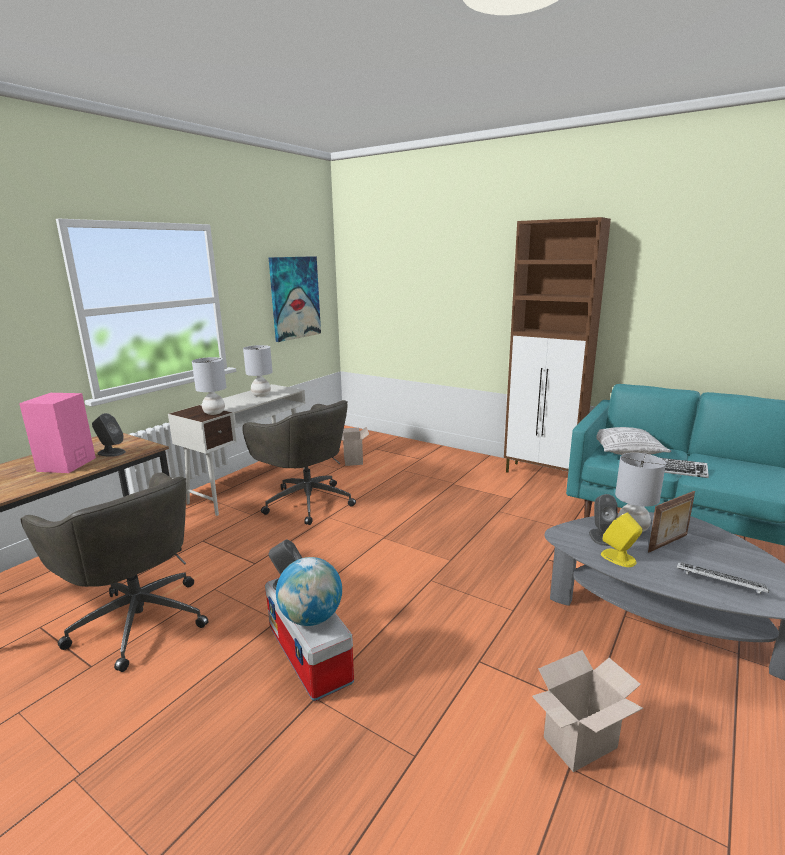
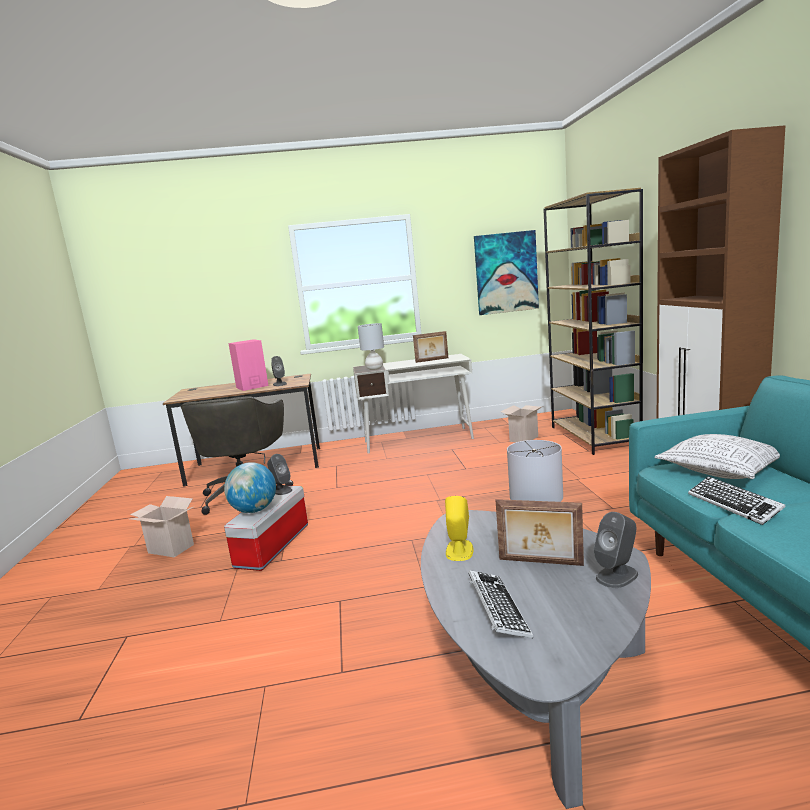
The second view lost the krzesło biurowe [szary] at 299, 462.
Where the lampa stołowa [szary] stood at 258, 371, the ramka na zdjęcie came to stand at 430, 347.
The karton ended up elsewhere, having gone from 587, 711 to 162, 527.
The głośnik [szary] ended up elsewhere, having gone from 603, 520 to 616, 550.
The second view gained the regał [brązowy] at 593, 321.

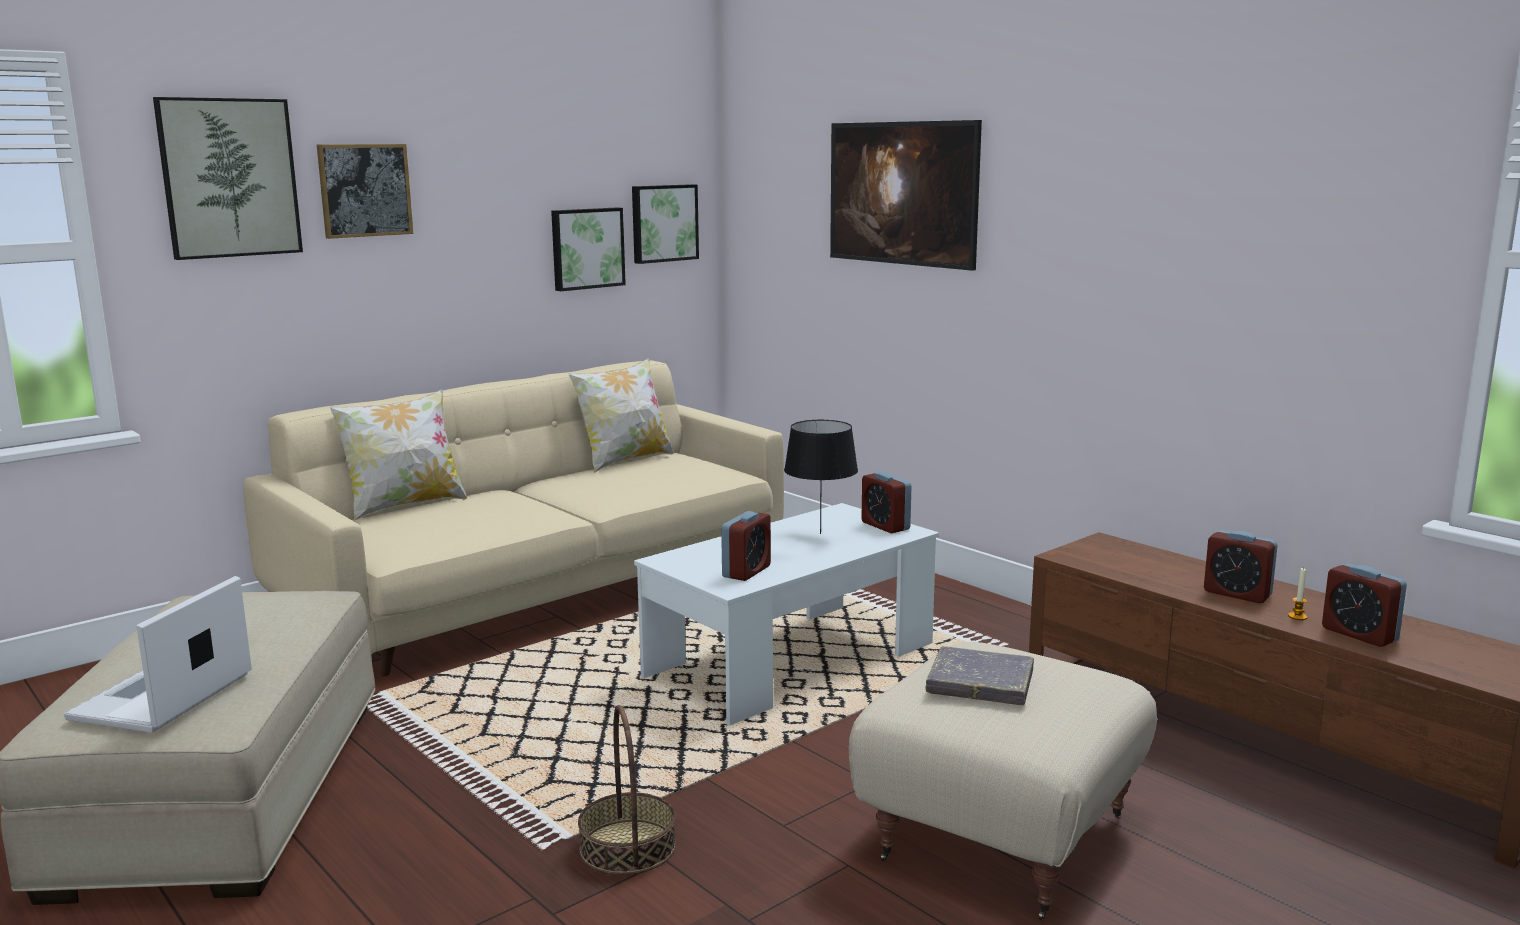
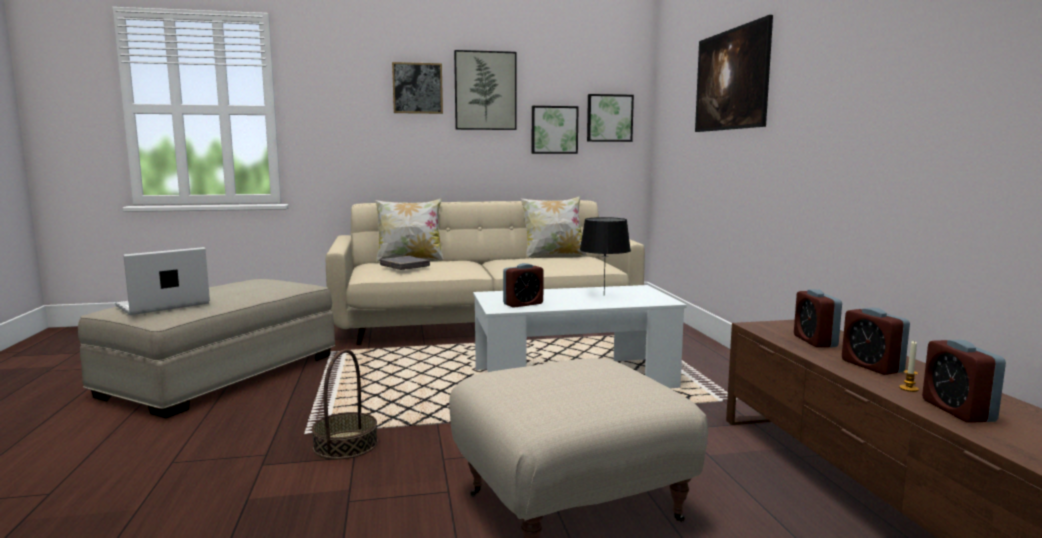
The obraz ended up elsewhere, having gone from 228, 178 to 485, 90.
The budzik ended up elsewhere, having gone from 886, 502 to 818, 318.
The książka [szary] ended up elsewhere, having gone from 980, 675 to 405, 263.

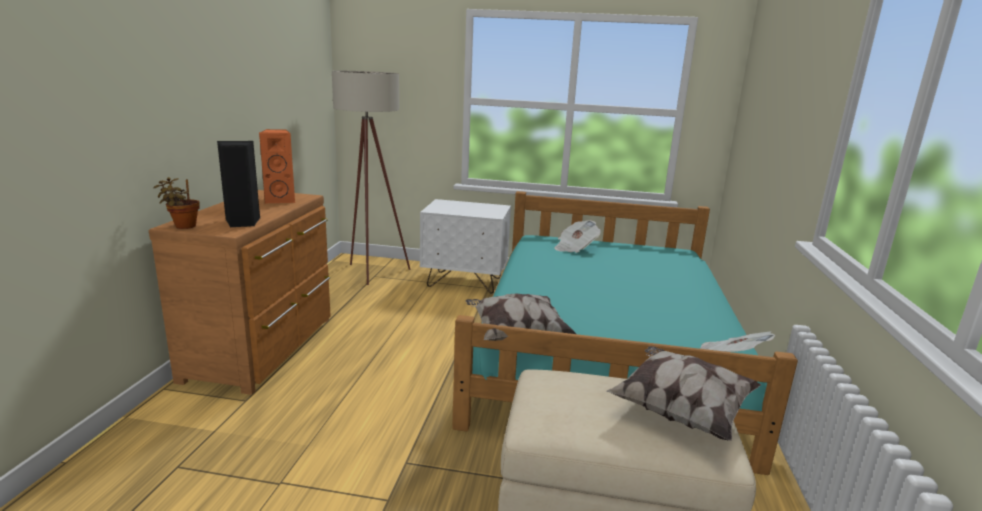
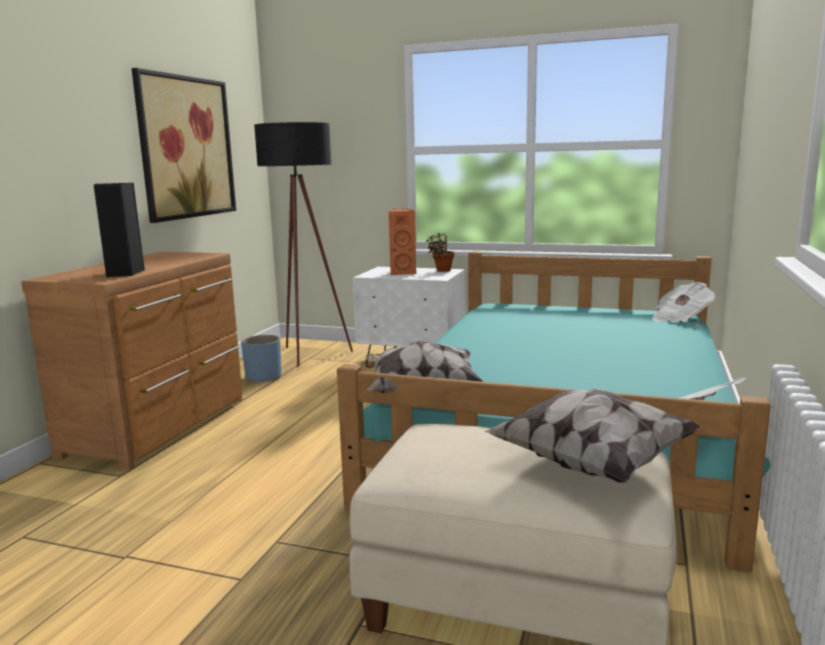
The roślina doniczkowa ended up elsewhere, having gone from 177, 203 to 440, 252.
The głośnik [pomarańczowy] ended up elsewhere, having gone from 277, 166 to 402, 242.
What was the lampa stojąca [beżowy] at 371, 177 turned into the lampa stojąca [czarny] at 303, 244.
The gazeta ended up elsewhere, having gone from 577, 236 to 683, 302.
The second view gained the obraz at 184, 145.
The second view gained the donica [niebieski] at 261, 359.

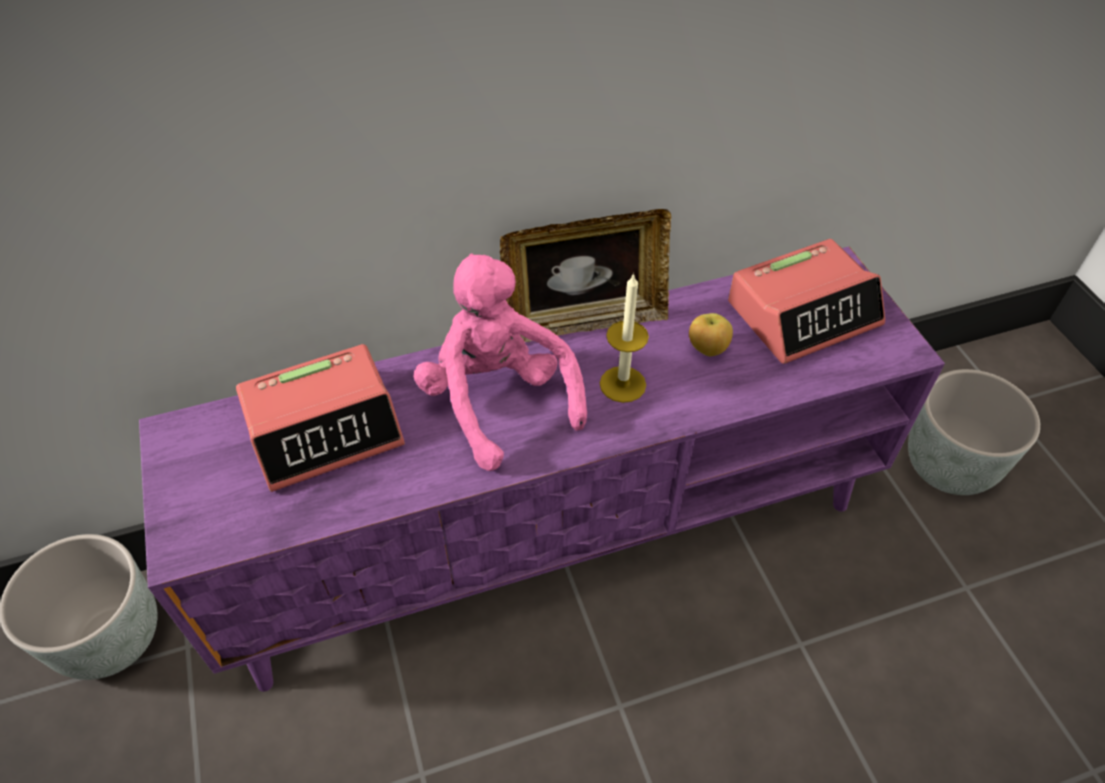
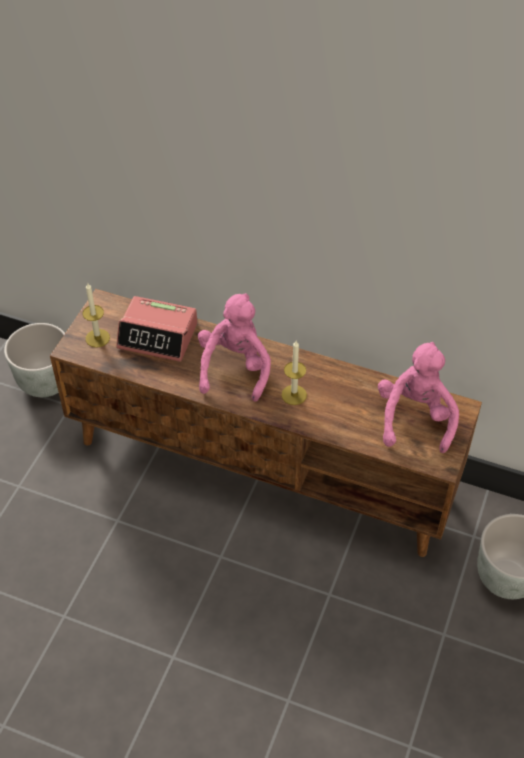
What was the szafka pod telewizor [fioletowy] at 542, 469 turned into the szafka pod telewizor [brązowy] at 266, 423.
The second view lost the ramka na zdjęcie at 585, 275.
The second view lost the jabłko at 711, 334.
Where the budzik stood at 806, 301, the pluszak [różowy] came to stand at 418, 397.
The second view gained the świeca at 96, 315.

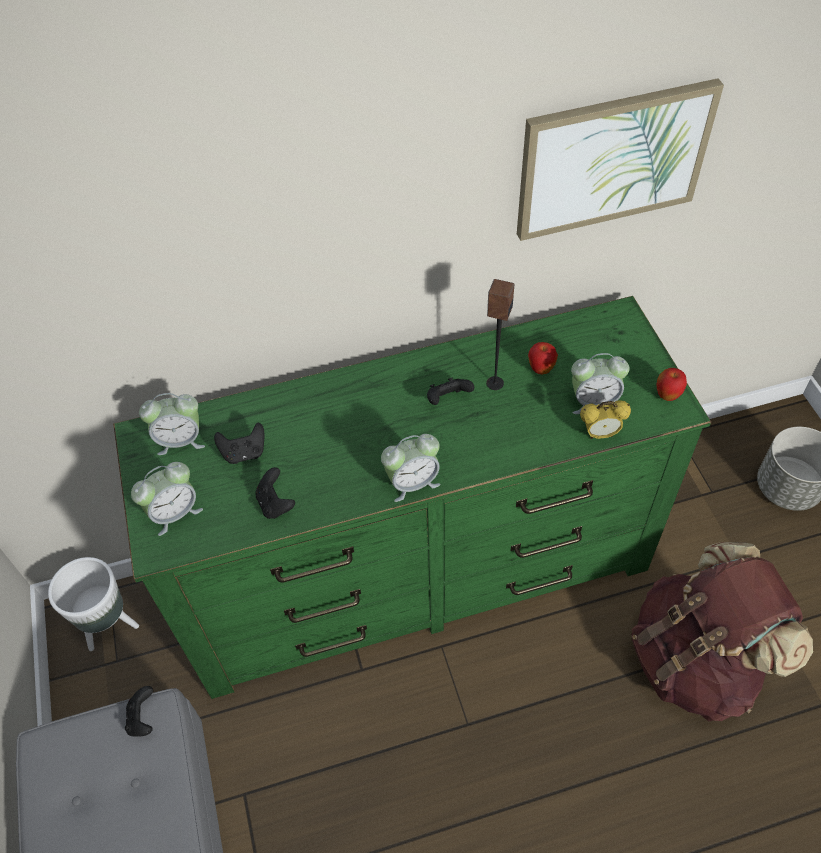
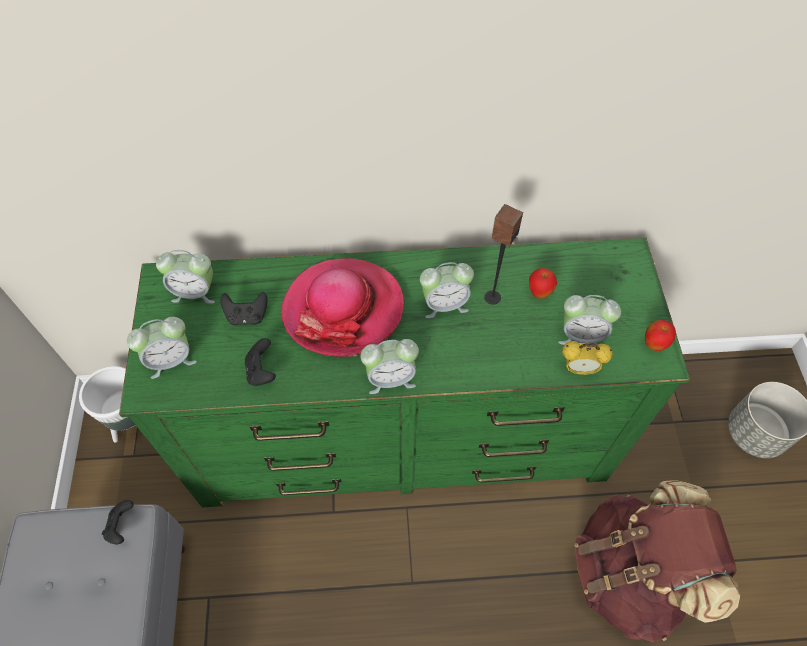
Where the pad do gier [czarny] stood at 450, 391, the budzik came to stand at 447, 290.
The second view lost the obraz at 620, 159.
The second view gained the kapelusz at 342, 307.

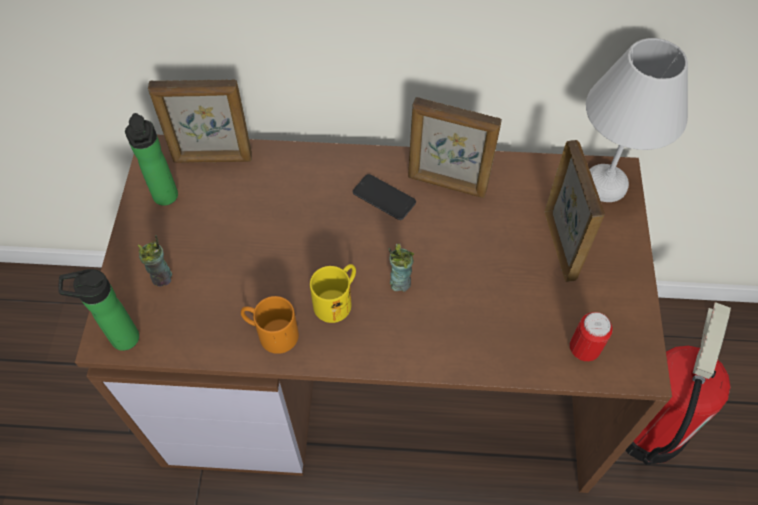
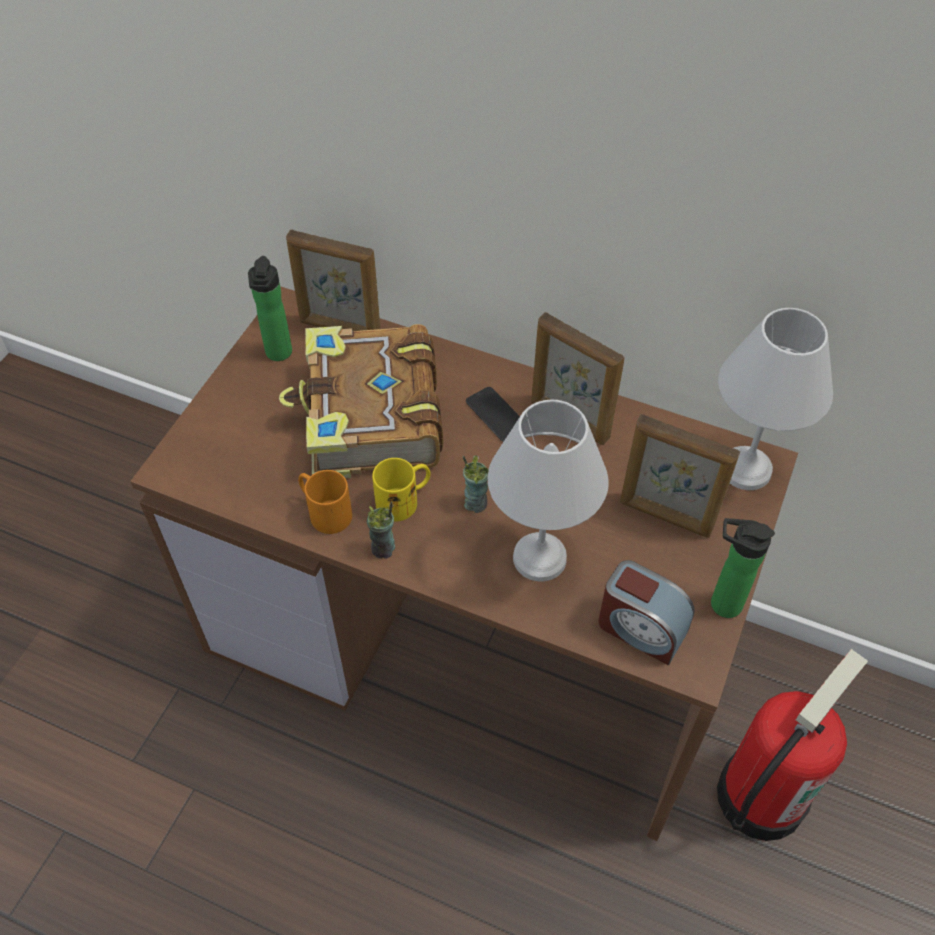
The butelka ended up elsewhere, having gone from 98, 310 to 743, 568.
The filiżanka ended up elsewhere, having gone from 155, 261 to 381, 530.
The ramka na zdjęcie at 574, 211 ended up facing another way, 105 degrees clockwise from before.
Where the puszka stood at 591, 336, the budzik came to stand at 646, 612.
The second view gained the książka at 361, 401.
The second view gained the lampa stołowa [biały] at 548, 490.

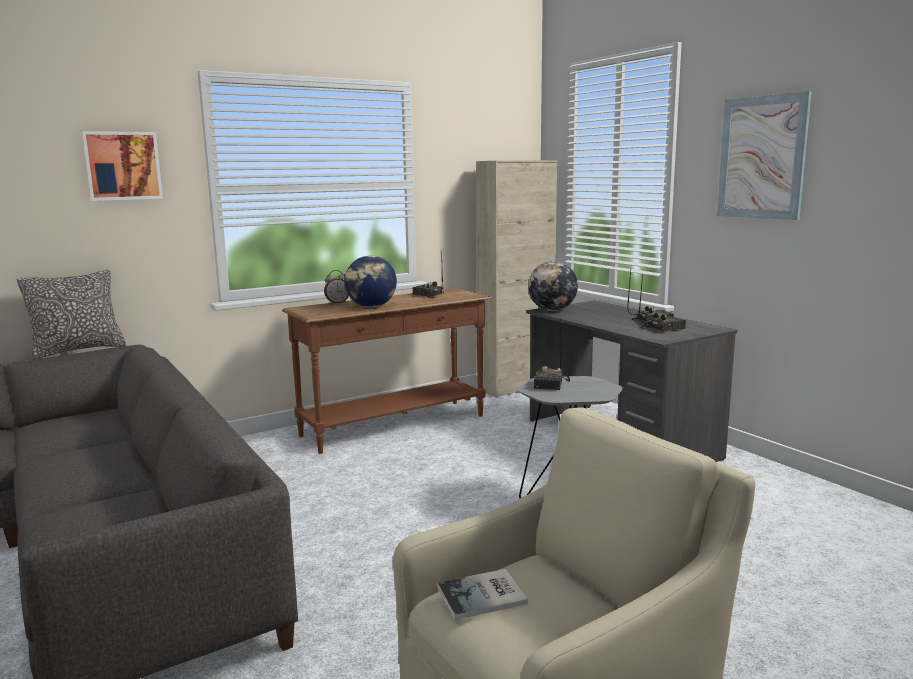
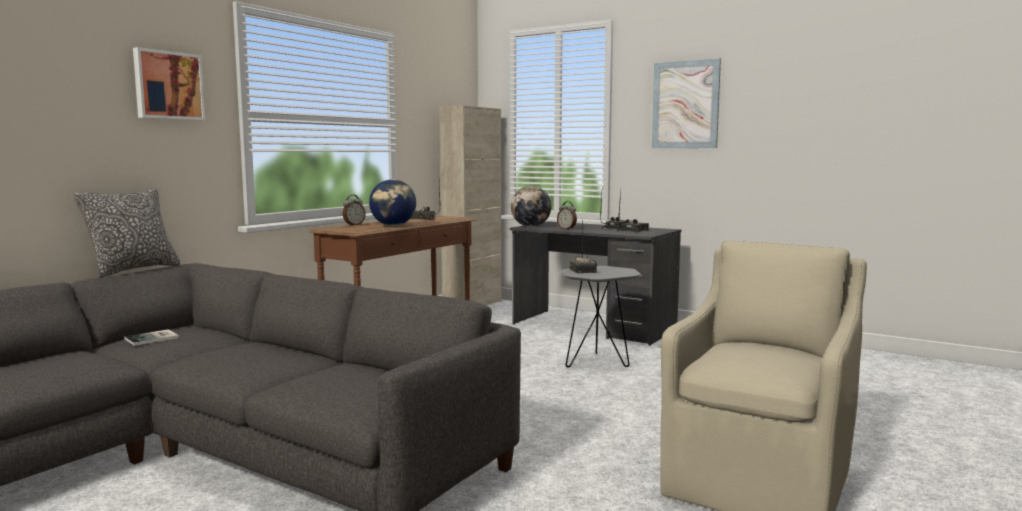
The książka ended up elsewhere, having gone from 482, 594 to 151, 337.
The second view gained the budzik at 567, 215.

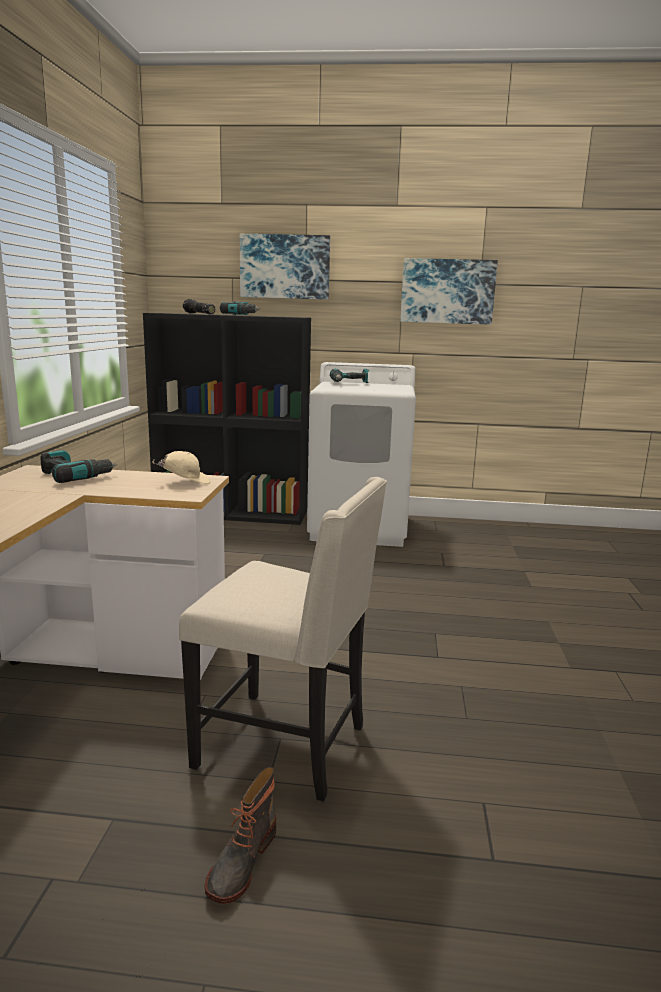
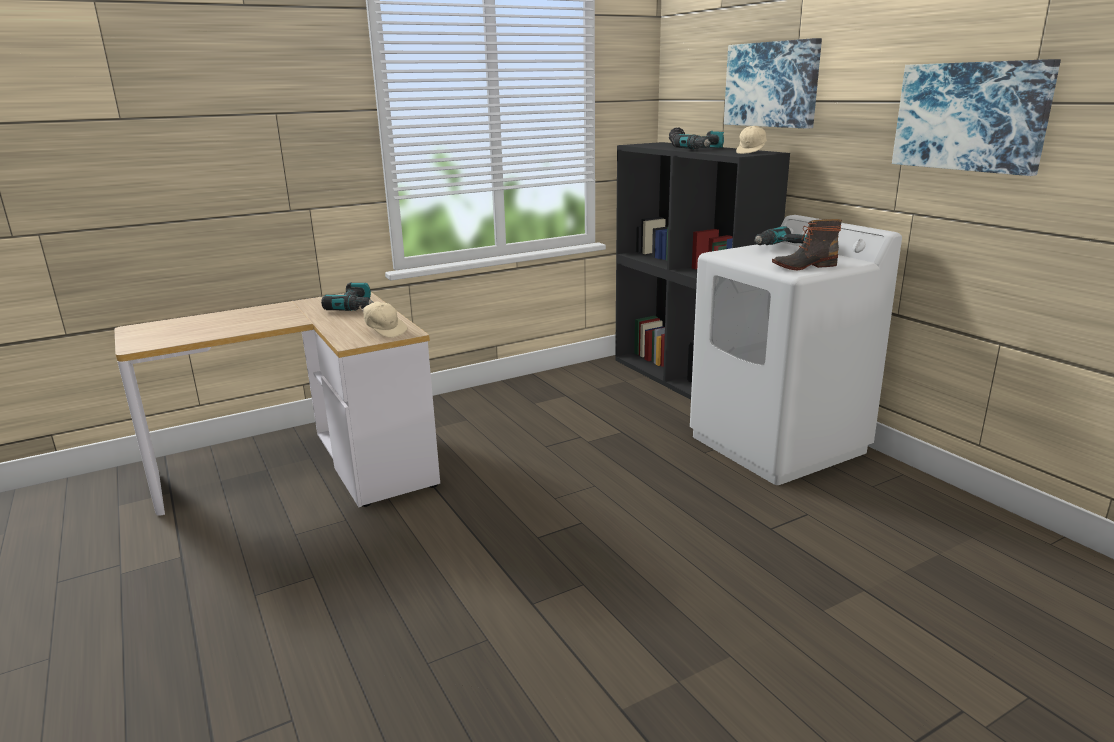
The second view lost the krzesło [beżowy] at 283, 639.
The but z cholewką ended up elsewhere, having gone from 240, 835 to 807, 244.
The second view gained the czapka z daszkiem [beżowy] at 751, 140.

